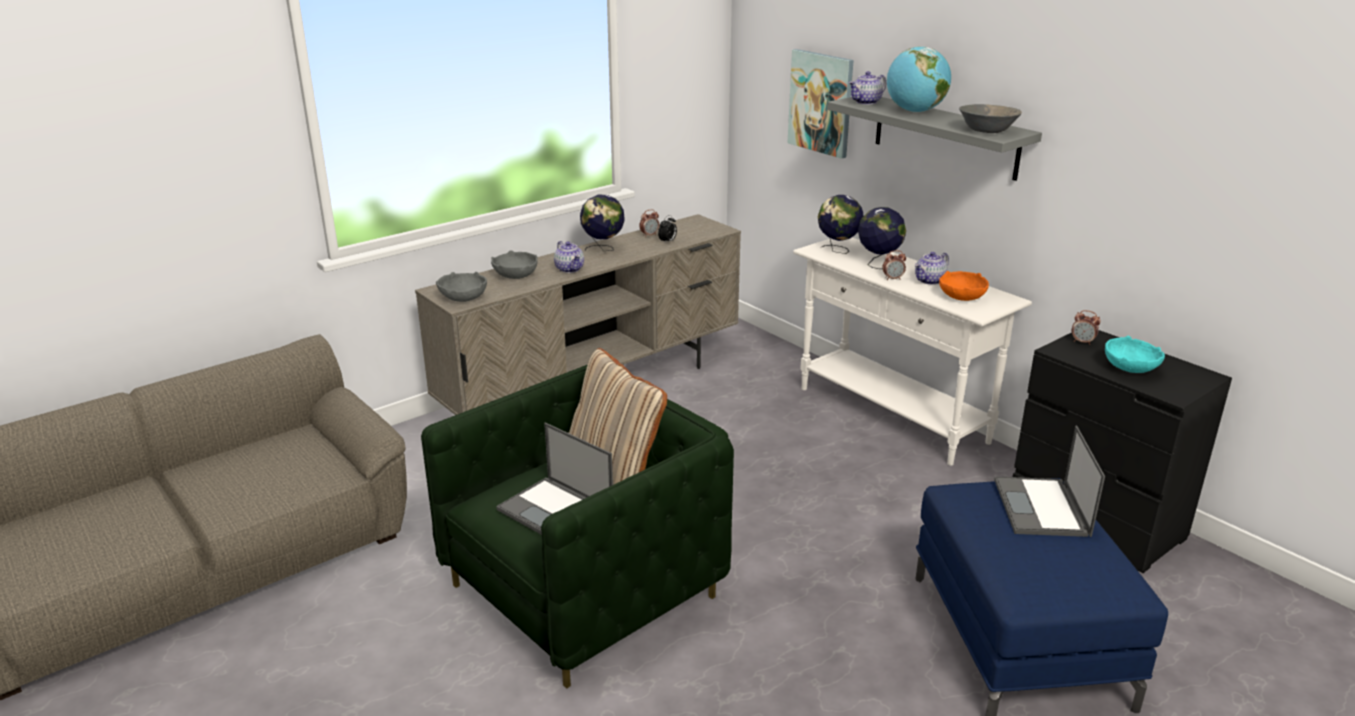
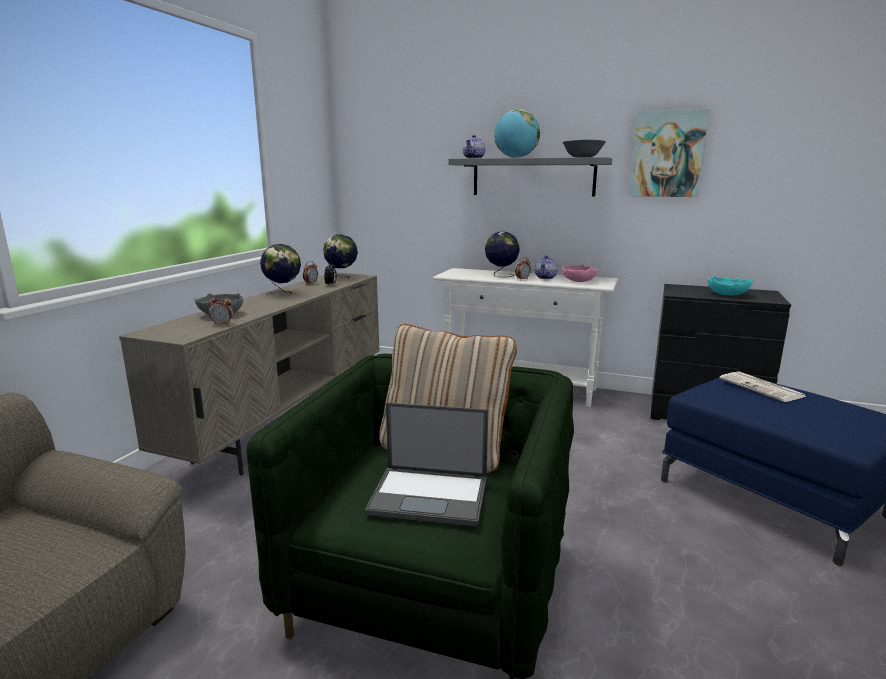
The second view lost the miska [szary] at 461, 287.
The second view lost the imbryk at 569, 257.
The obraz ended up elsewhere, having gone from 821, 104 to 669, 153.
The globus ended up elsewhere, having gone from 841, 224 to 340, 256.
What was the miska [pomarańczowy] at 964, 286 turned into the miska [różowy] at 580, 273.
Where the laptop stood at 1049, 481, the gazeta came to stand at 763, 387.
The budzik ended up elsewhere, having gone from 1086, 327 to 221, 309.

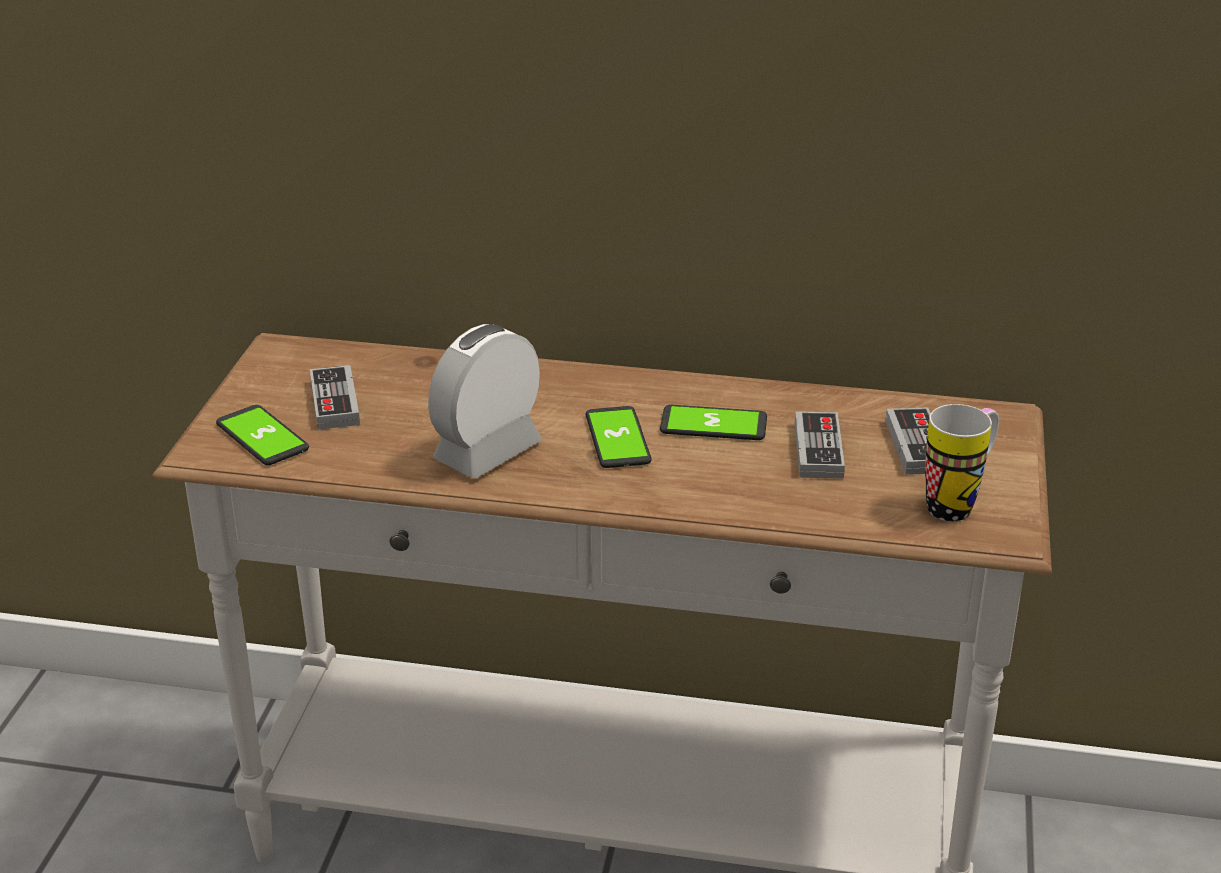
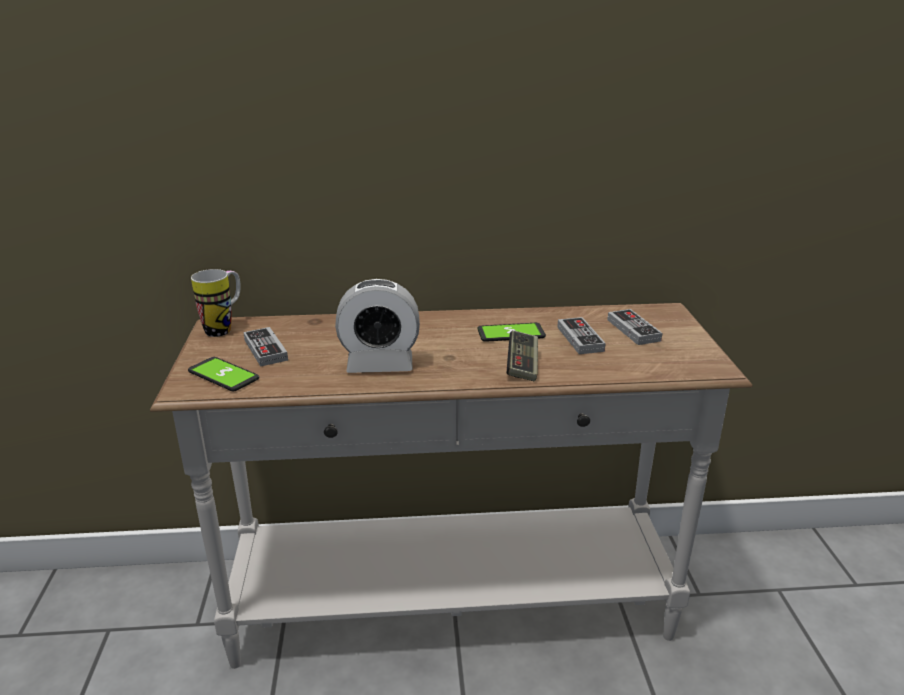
The budzik at 485, 401 ended up facing another way, 120 degrees counterclockwise from before.
The second view lost the telefon at 619, 437.
The kubek ended up elsewhere, having gone from 962, 462 to 216, 303.
The second view gained the pad do gier at 522, 355.

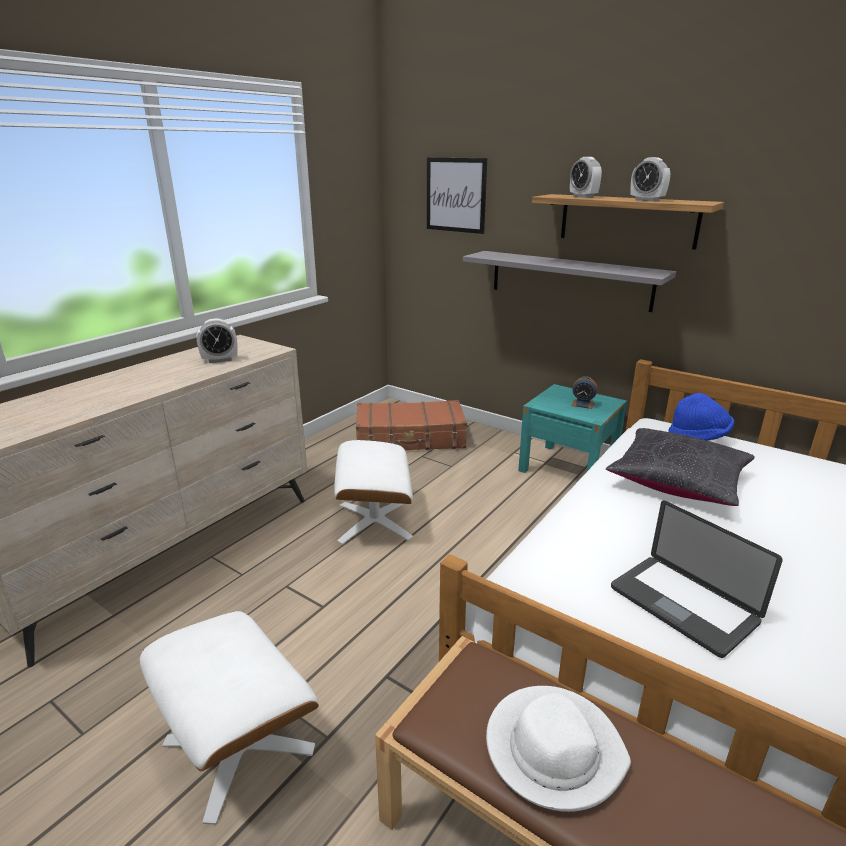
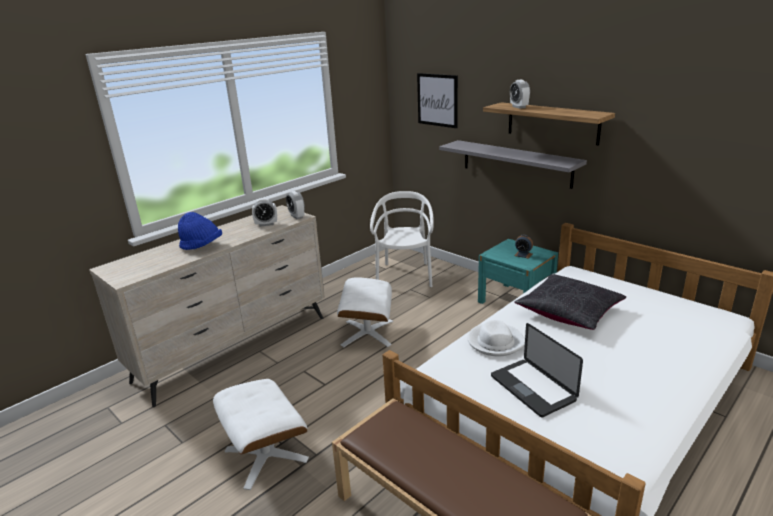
Where the walizka [brązowy] stood at 411, 425, the krzesło [biały] came to stand at 402, 239.
The kapelusz [biały] ended up elsewhere, having gone from 558, 749 to 496, 338.
The budzik ended up elsewhere, having gone from 650, 179 to 295, 205.
The kapelusz [niebieski] ended up elsewhere, having gone from 701, 416 to 200, 231.

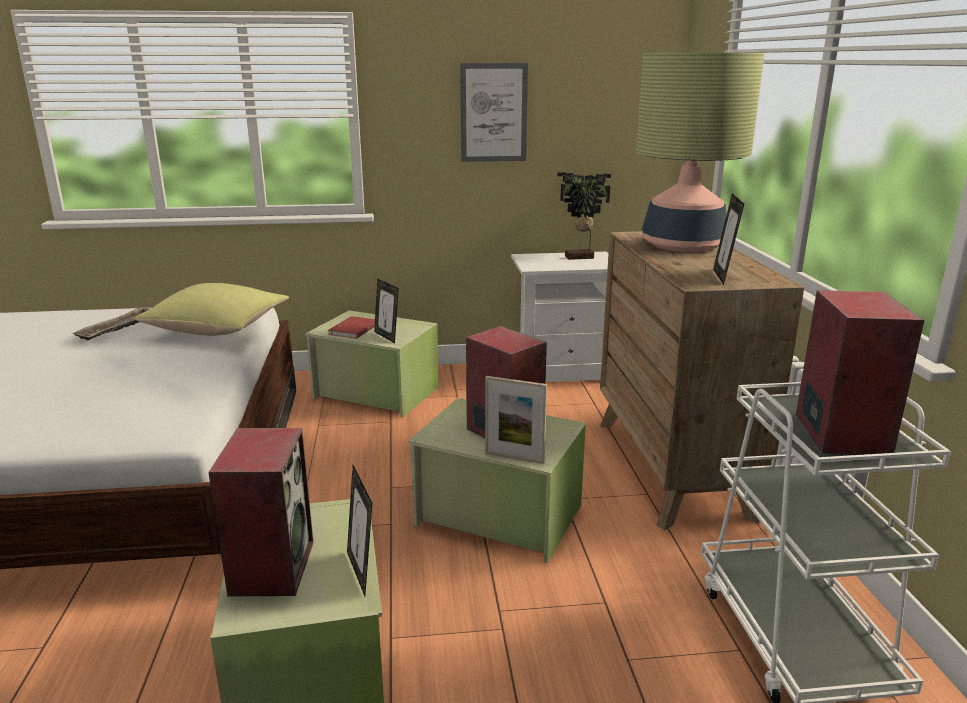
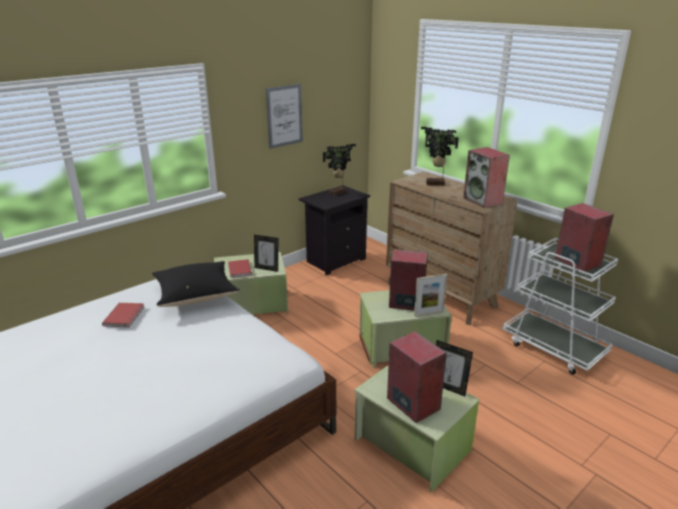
Where the taca stood at 111, 323, the książka [czerwony] came to stand at 123, 315.
What was the poduszka [żółty] at 212, 309 turned into the poduszka [czarny] at 196, 284.
What was the szafka nocna [biały] at 560, 317 turned into the szafka nocna [czarny] at 334, 230.
Where the lampa stołowa stood at 700, 152, the roślina doniczkowa came to stand at 440, 156.
Where the ramka na zdjęcie stood at 728, 239, the głośnik came to stand at 486, 177.

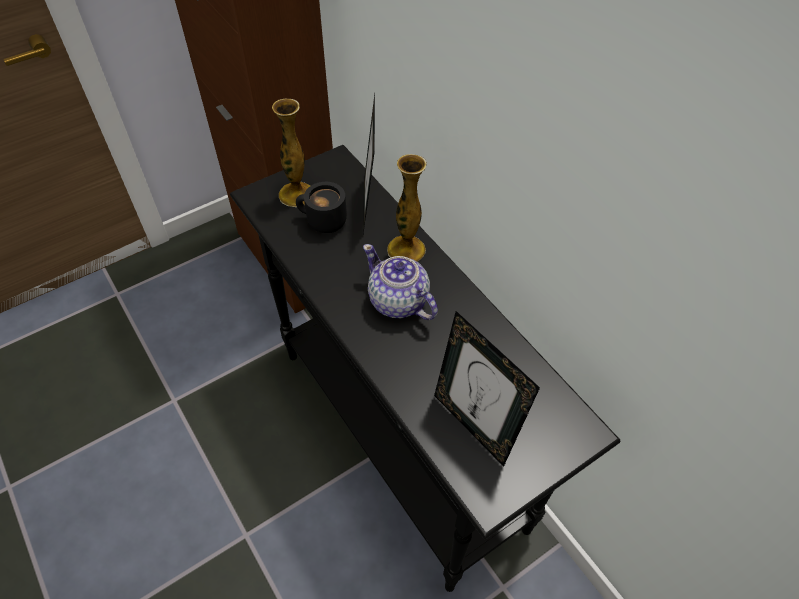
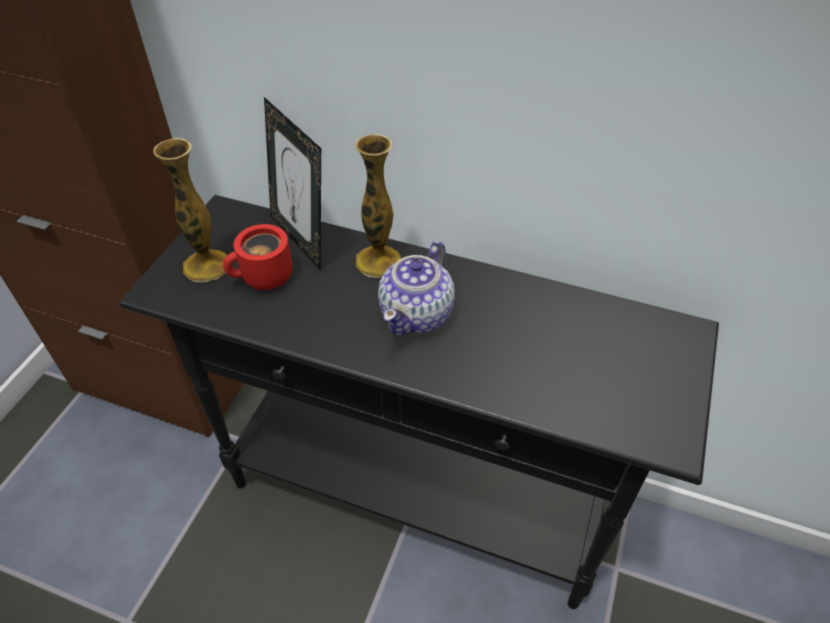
What was the kubek [czarny] at 321, 207 turned into the kubek [czerwony] at 257, 257.
The imbryk at 400, 282 ended up facing another way, 75 degrees counterclockwise from before.
The second view lost the ramka na zdjęcie at 487, 388.

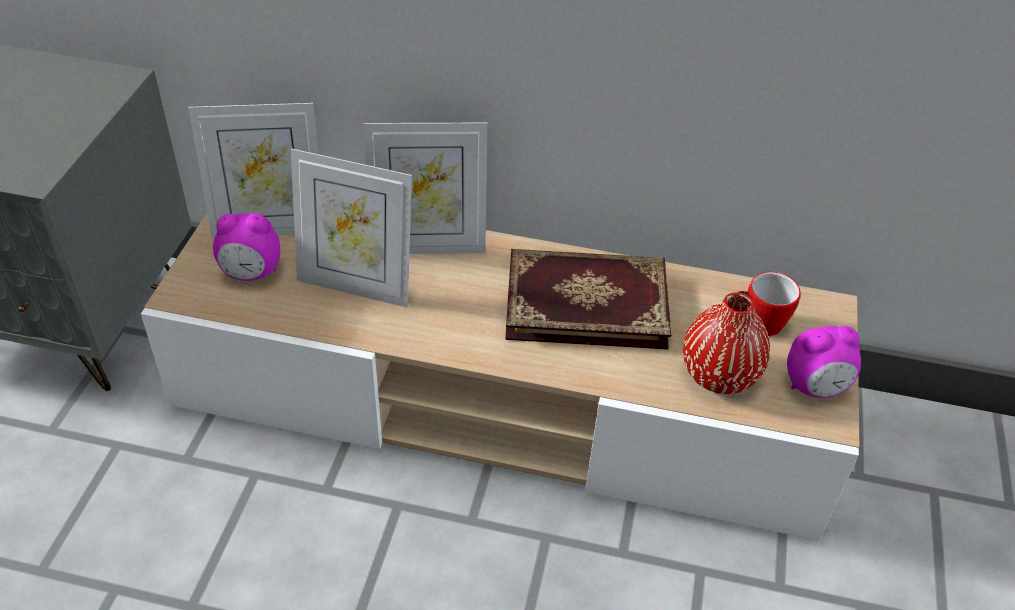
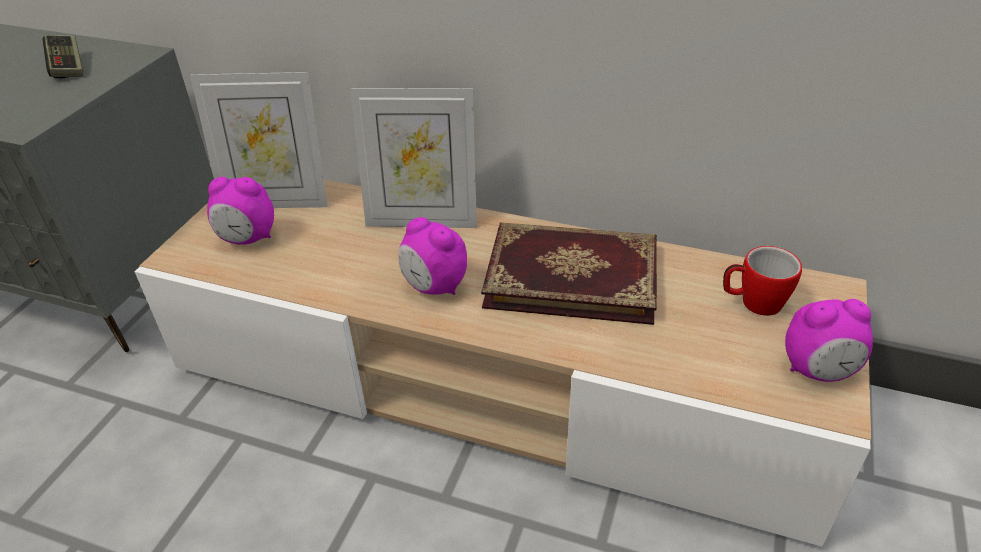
The second view lost the ramka na zdjęcie at 351, 228.
The second view lost the wazon [czerwony] at 726, 343.
The second view gained the pad do gier at 63, 56.
The second view gained the budzik at 432, 256.

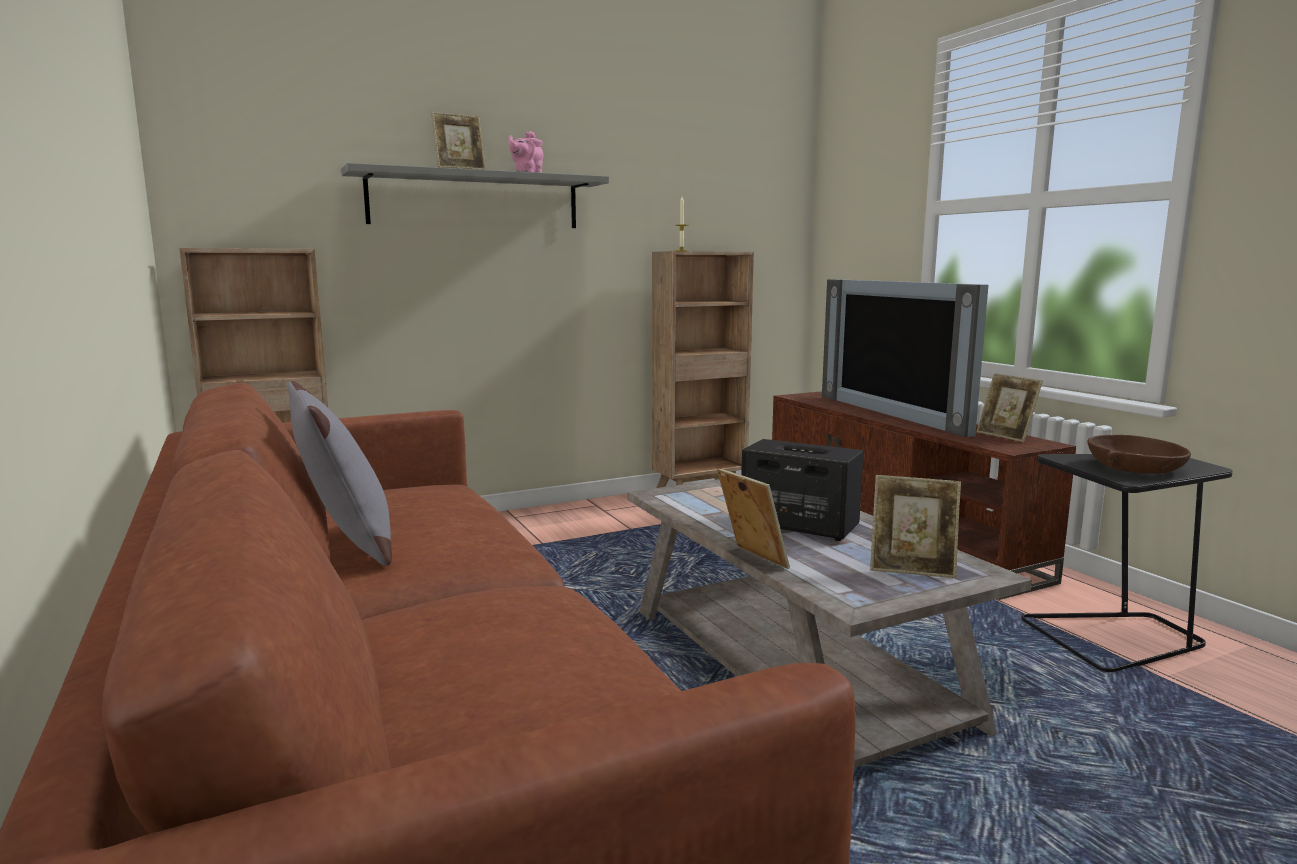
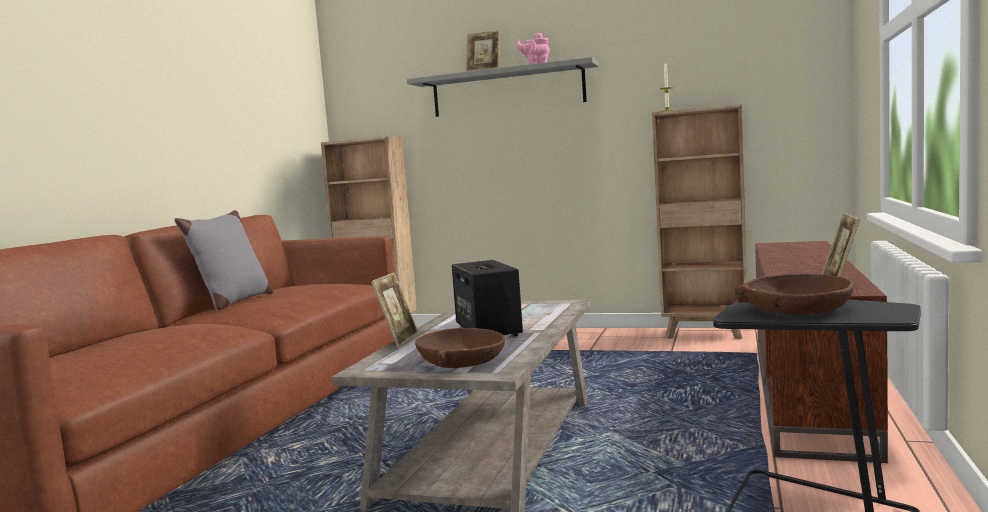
The second view lost the telewizor at 905, 358.
Where the ramka na zdjęcie stood at 915, 526, the miska [brązowy] came to stand at 460, 348.

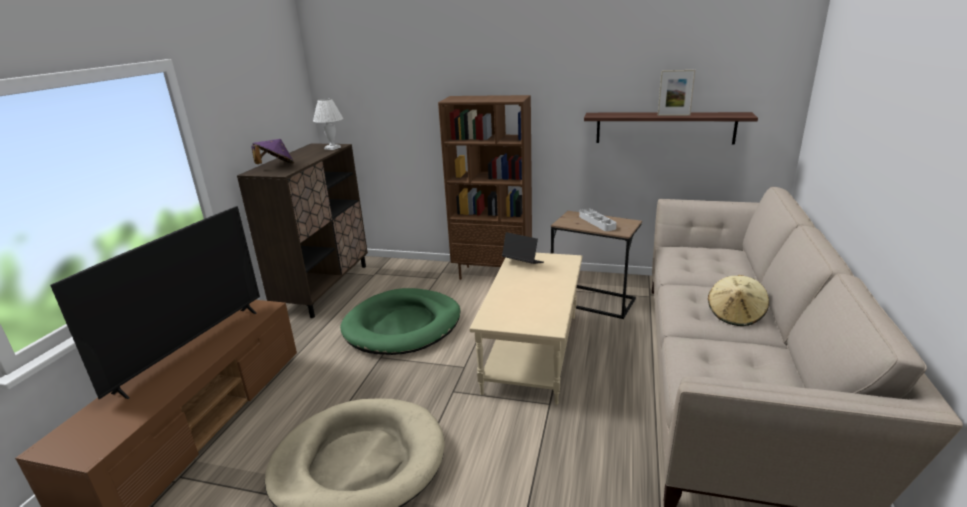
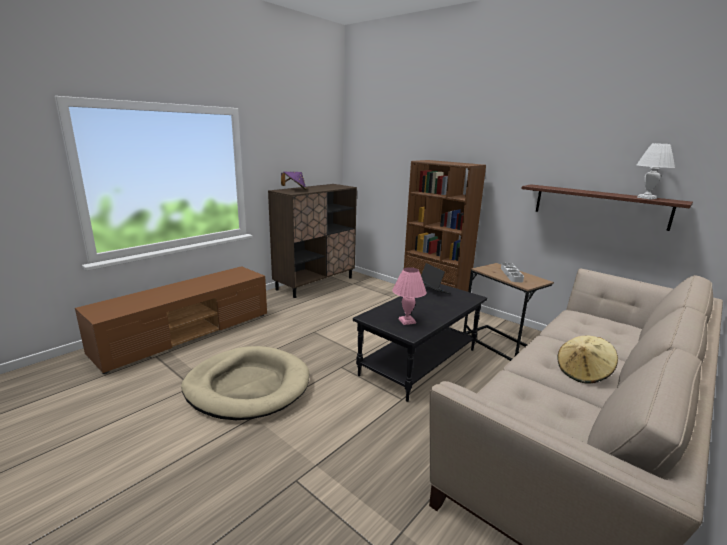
The second view lost the telewizor at 155, 302.
The lampa stołowa [biały] ended up elsewhere, having gone from 328, 124 to 656, 171.
The second view lost the legowisko [zielony] at 400, 321.
What was the ława [beżowy] at 525, 329 turned into the ława [czarny] at 420, 343.
The second view lost the ramka na zdjęcie at 676, 93.
The second view gained the lampa stołowa [różowy] at 409, 296.

